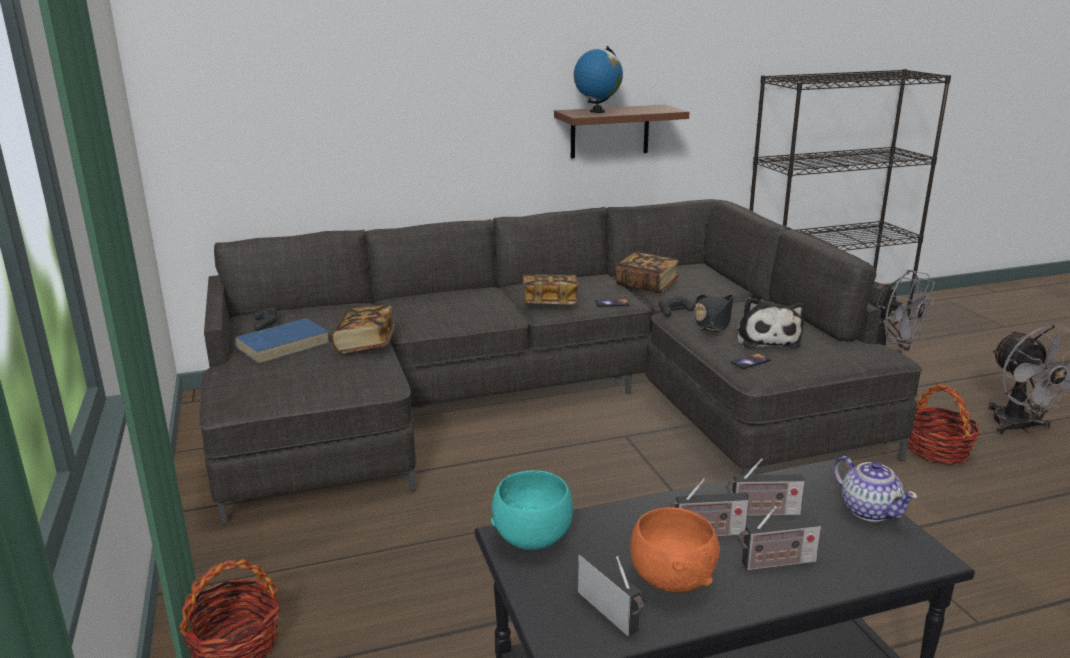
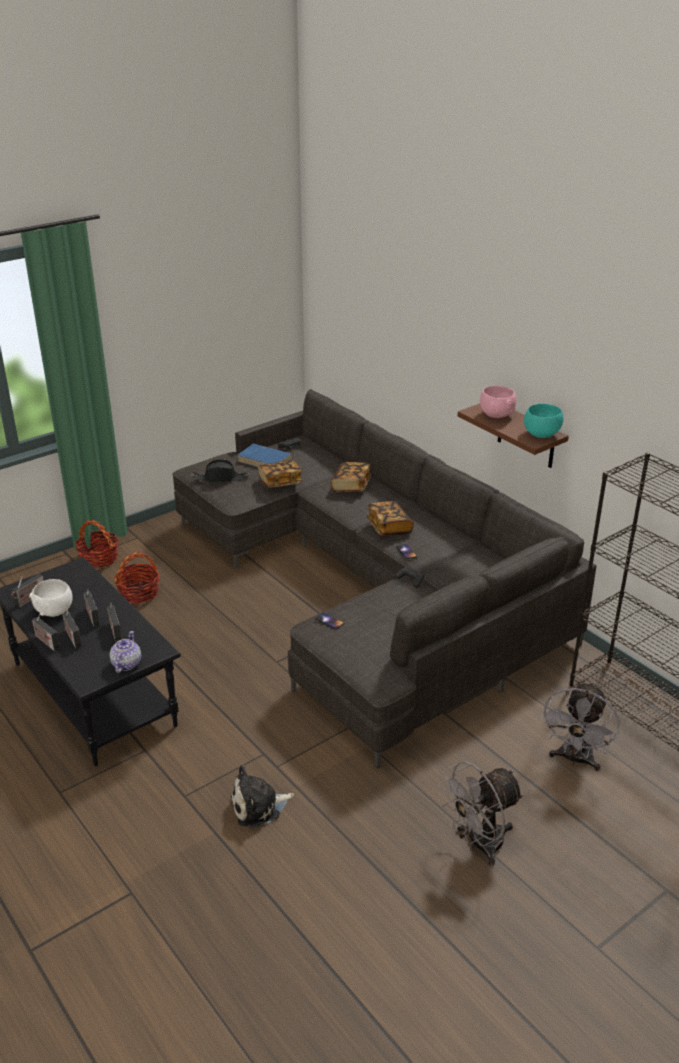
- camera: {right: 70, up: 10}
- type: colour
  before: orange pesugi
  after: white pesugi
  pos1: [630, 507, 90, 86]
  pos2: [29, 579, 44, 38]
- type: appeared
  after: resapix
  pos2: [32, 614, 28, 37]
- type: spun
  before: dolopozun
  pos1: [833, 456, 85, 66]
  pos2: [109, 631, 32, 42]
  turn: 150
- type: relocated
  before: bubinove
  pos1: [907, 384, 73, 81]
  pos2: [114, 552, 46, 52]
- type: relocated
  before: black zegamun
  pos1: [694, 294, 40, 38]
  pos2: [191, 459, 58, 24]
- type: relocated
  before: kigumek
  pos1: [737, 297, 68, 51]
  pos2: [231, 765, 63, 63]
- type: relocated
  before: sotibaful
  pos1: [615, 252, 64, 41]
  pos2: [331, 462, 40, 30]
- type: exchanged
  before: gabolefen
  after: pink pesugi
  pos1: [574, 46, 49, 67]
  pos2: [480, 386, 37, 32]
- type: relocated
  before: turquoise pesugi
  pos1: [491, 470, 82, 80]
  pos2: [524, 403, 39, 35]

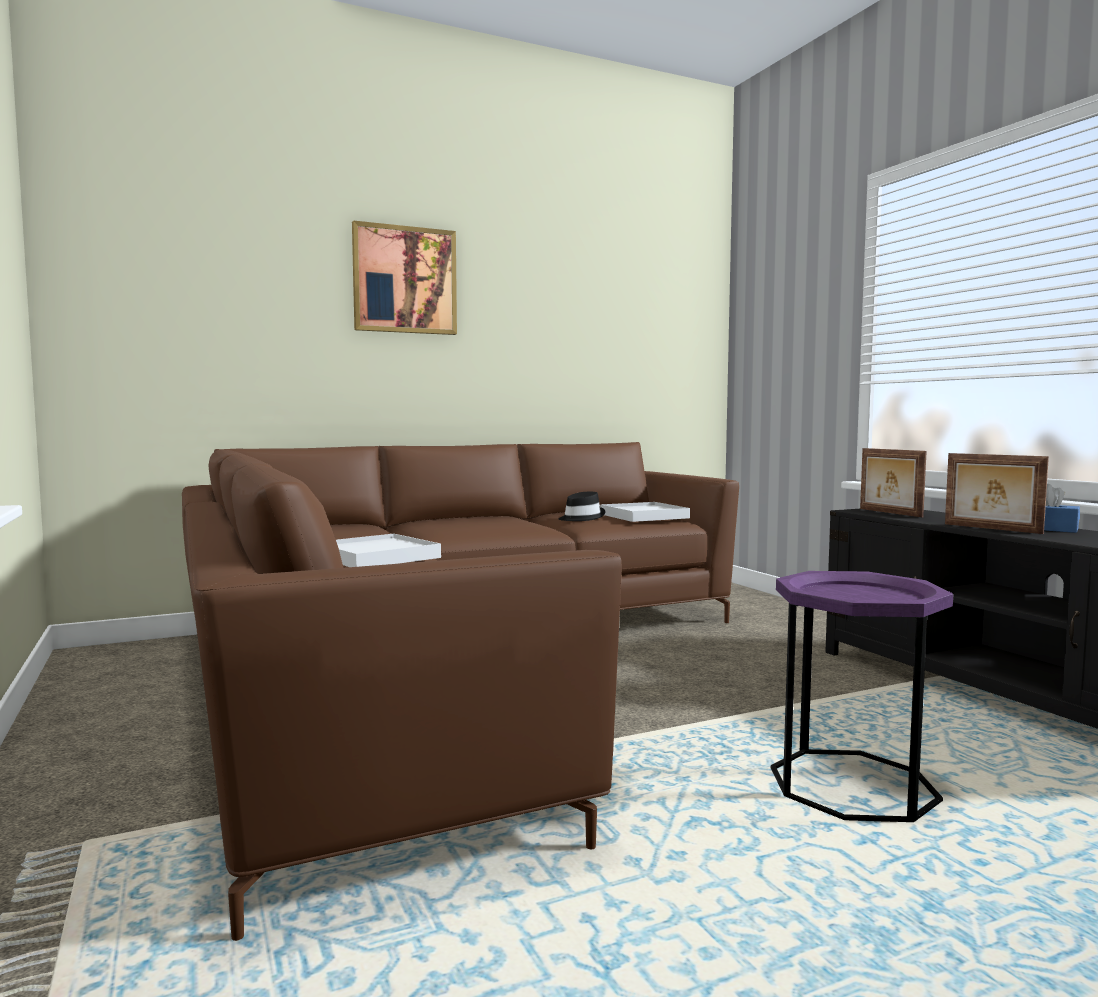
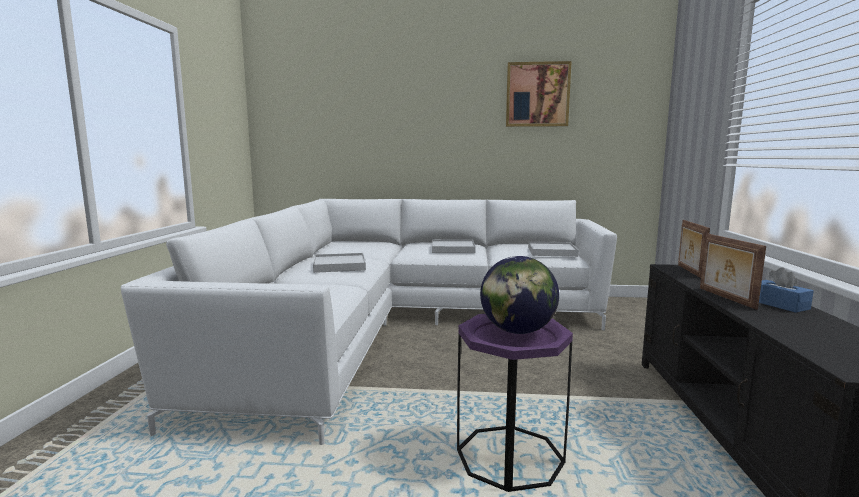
- camera: {right: 30, up: 5}
- type: colour
  before: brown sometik
  after: white sometik
  pos1: [182, 442, 557, 499]
  pos2: [121, 199, 496, 246]
- type: appeared
  after: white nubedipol
  pos2: [432, 239, 44, 14]
- type: appeared
  after: gabolefen
  pos2: [480, 256, 79, 78]
- type: relocated
  before: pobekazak
  pos1: [352, 220, 105, 115]
  pos2: [506, 61, 66, 66]
- type: missing
  before: black zegamun
  pos1: [558, 492, 48, 29]

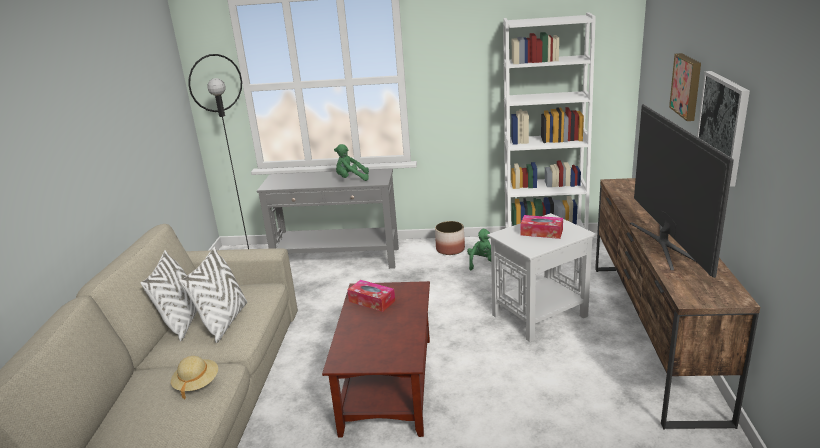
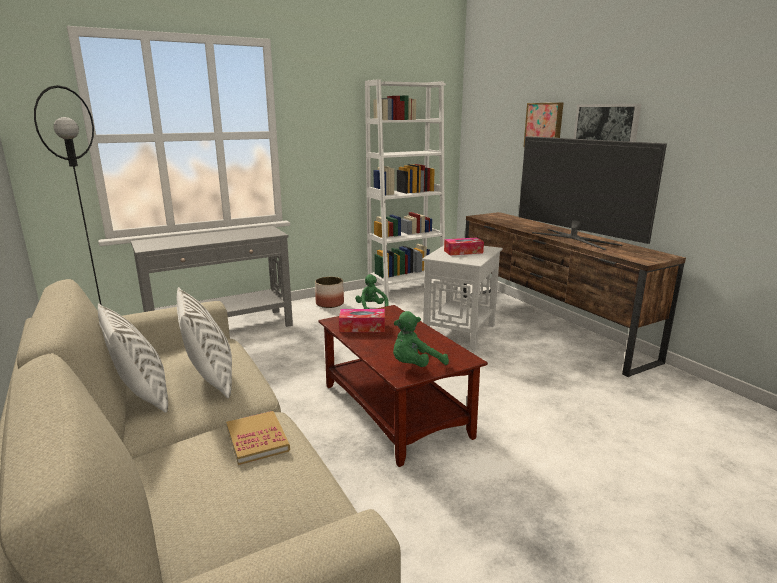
- camera: {right: -35, up: -5}
- type: exchanged
  before: beige zegamun
  after: sotibaful
  pos1: [171, 356, 47, 43]
  pos2: [226, 411, 64, 54]
- type: relocated
  before: green kigumek
  pos1: [334, 144, 35, 37]
  pos2: [393, 311, 56, 56]

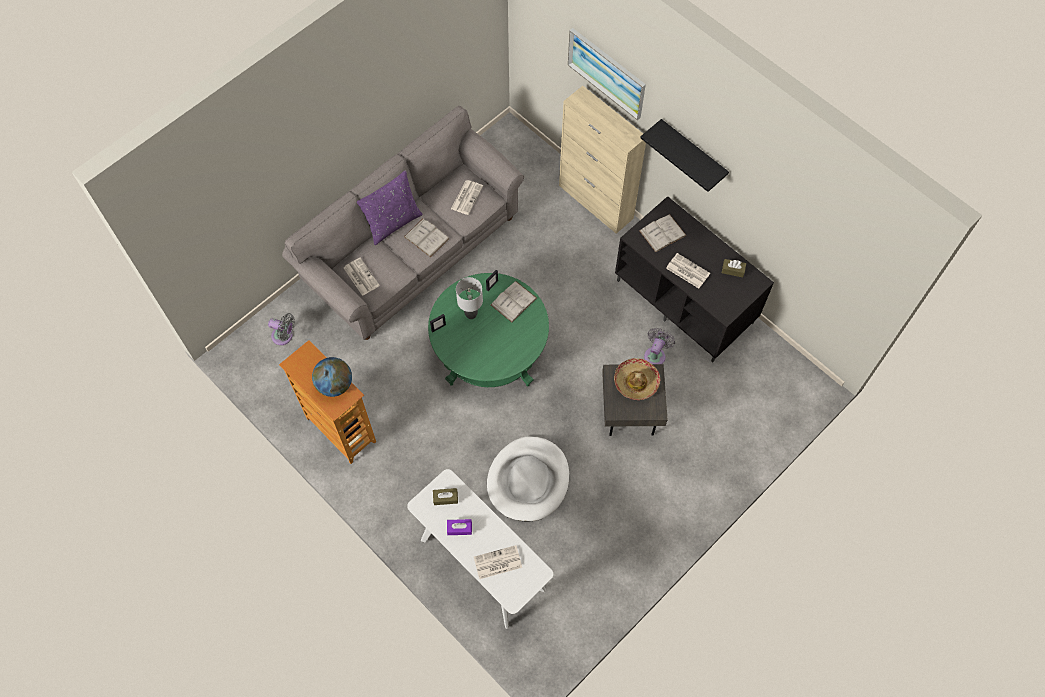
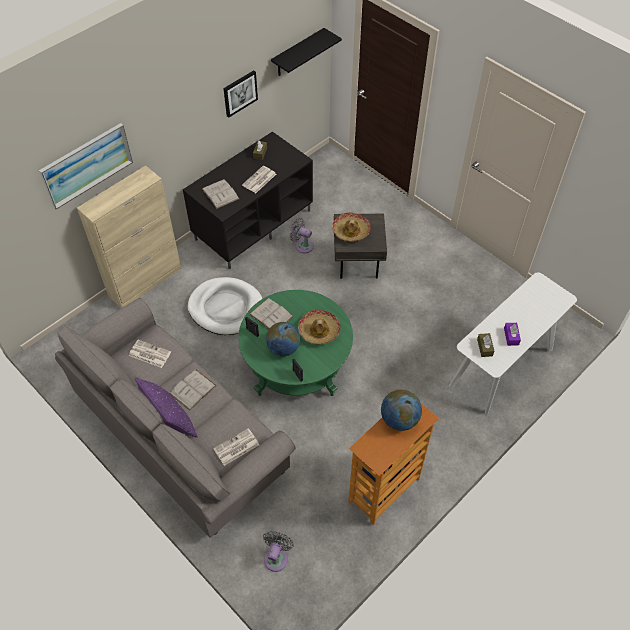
- camera: {right: -90, up: -10}
- type: relocated
  before: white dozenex
  pos1: [487, 436, 82, 85]
  pos2: [187, 277, 76, 58]
- type: appeared
  after: pobekazak
  pos2: [223, 70, 35, 48]
- type: exchanged
  before: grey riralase
  after: gabolefen
  pos1: [456, 277, 27, 42]
  pos2: [266, 322, 34, 34]
- type: relocated
  before: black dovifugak
  pos1: [640, 119, 89, 73]
  pos2: [271, 28, 71, 48]
- type: appeared
  after: zegamun
  pos2: [298, 309, 43, 36]
- type: missing
  before: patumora
  pos1: [474, 545, 48, 34]

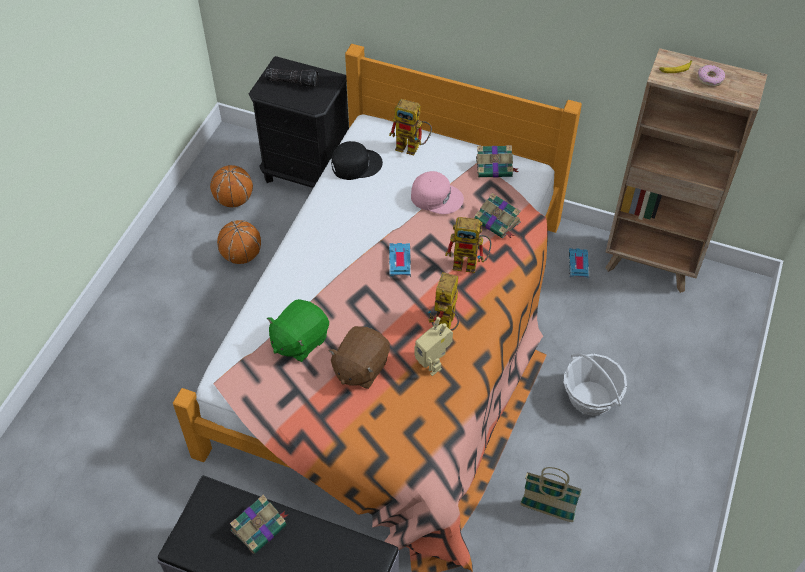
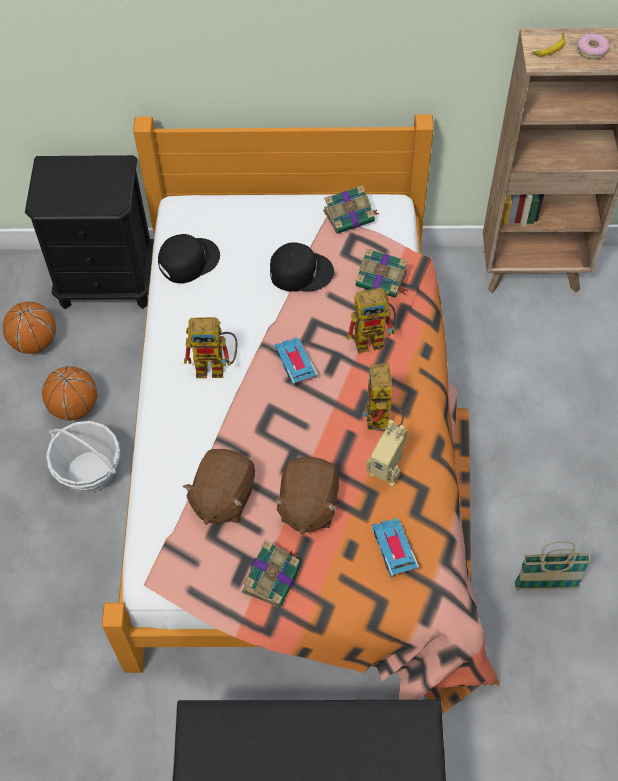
- camera: {right: -20, up: 5}
- type: relocated
  before: bubinove
  pos1: [564, 353, 63, 63]
  pos2: [46, 421, 74, 71]
- type: colour
  before: green kigumek
  after: brown kigumek
  pos1: [267, 299, 62, 63]
  pos2: [182, 449, 73, 76]
- type: relocated
  before: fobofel
  pos1: [389, 99, 43, 56]
  pos2: [184, 317, 53, 61]
- type: relocated
  before: sotibaful
  pos1: [230, 495, 59, 59]
  pos2: [242, 540, 59, 68]
- type: colour
  before: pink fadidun
  after: black fadidun
  pos1: [411, 171, 53, 43]
  pos2: [270, 242, 64, 49]
- type: relocated
  before: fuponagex
  pos1: [569, 248, 20, 31]
  pos2: [371, 518, 48, 59]
- type: missing
  before: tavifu
  pos1: [266, 68, 53, 19]

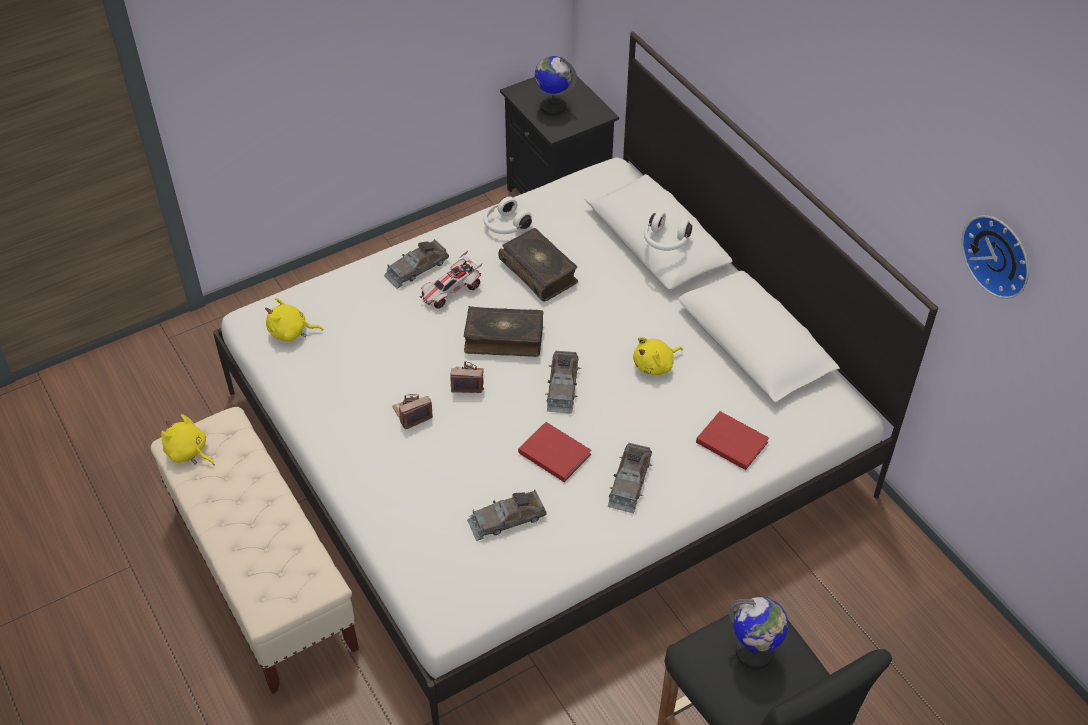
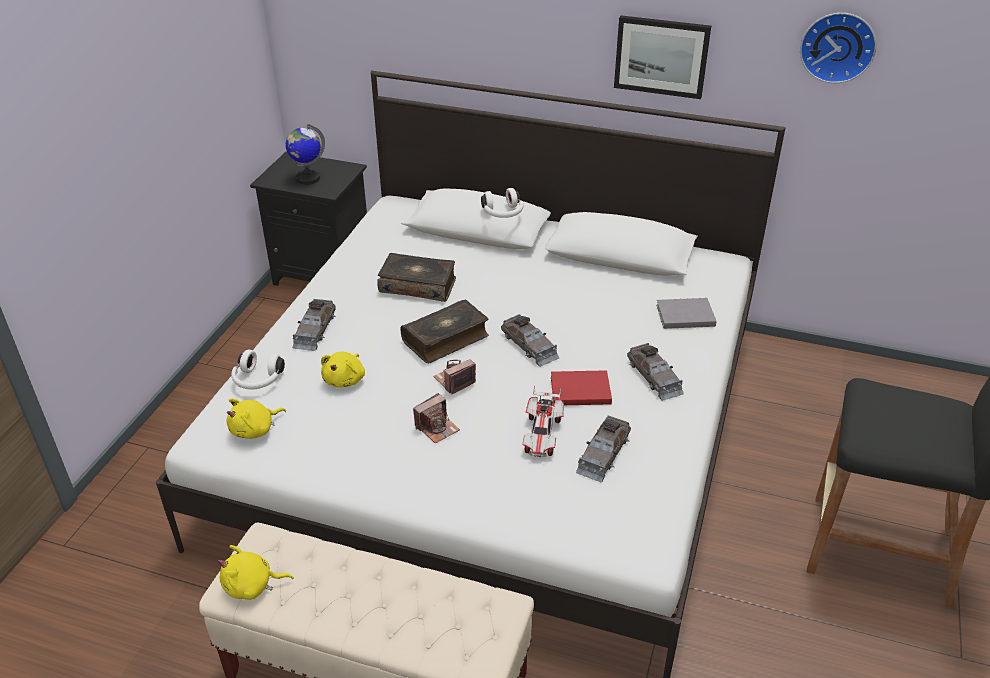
- camera: {right: -40, up: -10}
- type: relocated
  before: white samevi
  pos1: [483, 197, 49, 37]
  pos2: [231, 350, 54, 40]
- type: relocated
  before: yellow kigumek
  pos1: [633, 337, 50, 38]
  pos2: [321, 352, 44, 36]
- type: spun
  before: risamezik
  pos1: [392, 394, 41, 36]
  pos2: [413, 393, 47, 50]
  turn: -150
- type: relocated
  before: fuponagex
  pos1: [420, 251, 63, 58]
  pos2: [522, 386, 42, 71]
- type: appeared
  after: pobekazak
  pos2: [614, 15, 97, 84]
- type: colour
  before: red sotibaful
  after: grey sotibaful
  pos1: [696, 411, 73, 59]
  pos2: [656, 298, 61, 31]
- type: missing
  before: gabolefen
  pos1: [728, 597, 60, 73]

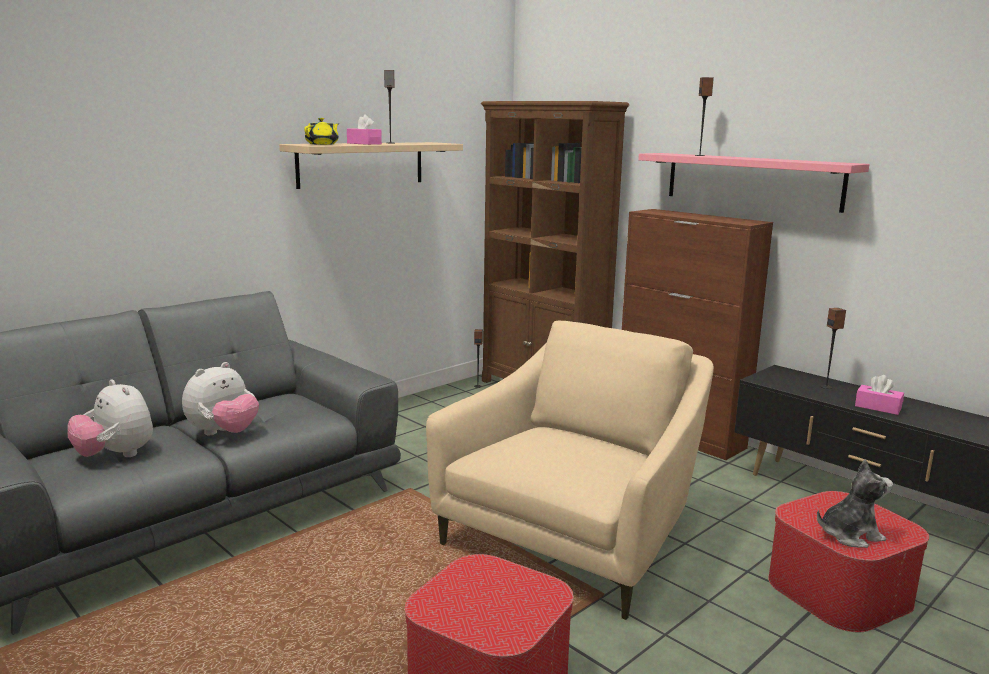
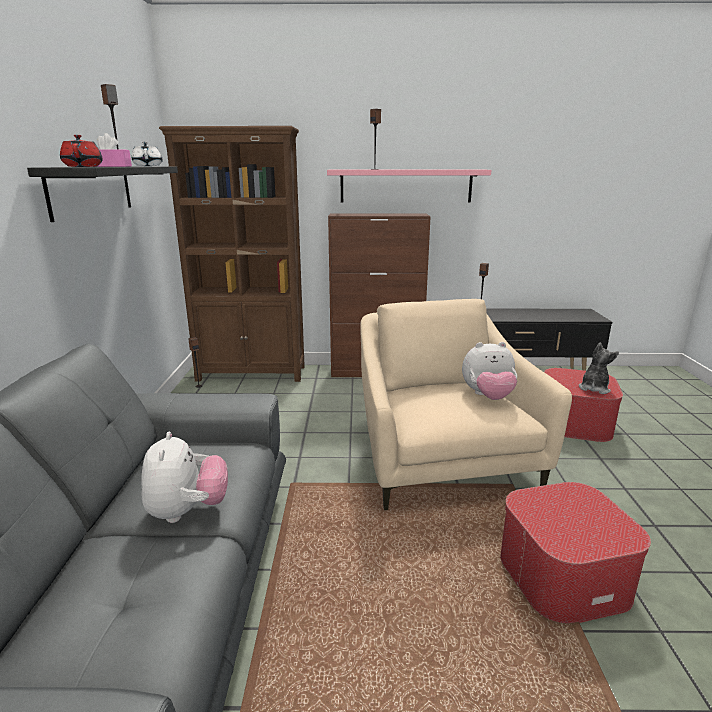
- camera: {right: -45, up: 5}
- type: colour
  before: beige dovifugak
  after: black dovifugak
  pos1: [279, 142, 184, 47]
  pos2: [27, 166, 151, 56]
- type: colour
  before: yellow dolopozun
  after: red dolopozun
  pos1: [304, 118, 35, 27]
  pos2: [60, 135, 43, 32]
- type: appeared
  after: white dolopozun
  pos2: [132, 142, 31, 24]
- type: relocated
  before: kigumek
  pos1: [67, 379, 86, 78]
  pos2: [462, 342, 55, 58]
- type: missing
  before: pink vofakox
  pos1: [855, 375, 49, 40]

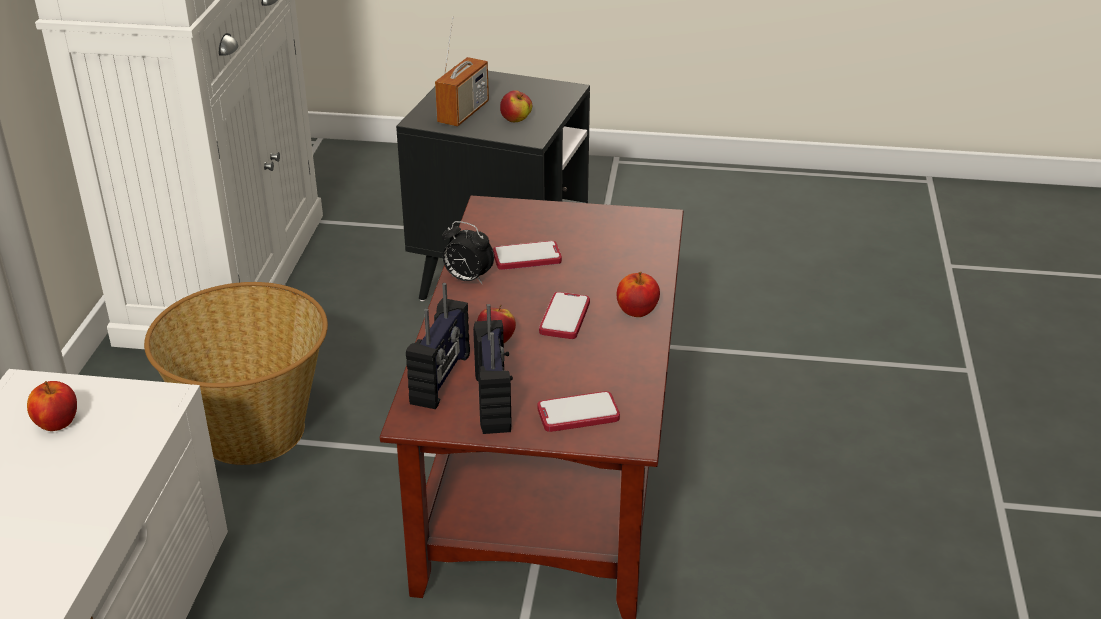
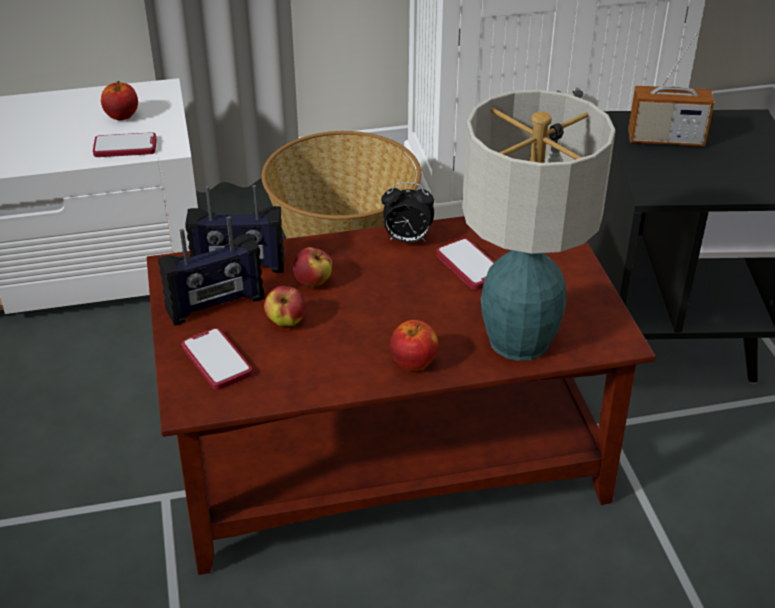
- camera: {right: 70, up: 5}
- type: relocated
  before: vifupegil
  pos1: [539, 292, 51, 47]
  pos2: [93, 132, 63, 25]
- type: relocated
  before: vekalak
  pos1: [500, 90, 32, 32]
  pos2: [264, 286, 42, 40]
- type: spun
  before: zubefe
  pos1: [442, 221, 52, 63]
  pos2: [381, 182, 53, 61]
  turn: -90
- type: appeared
  after: riralase
  pos2: [462, 90, 154, 271]

